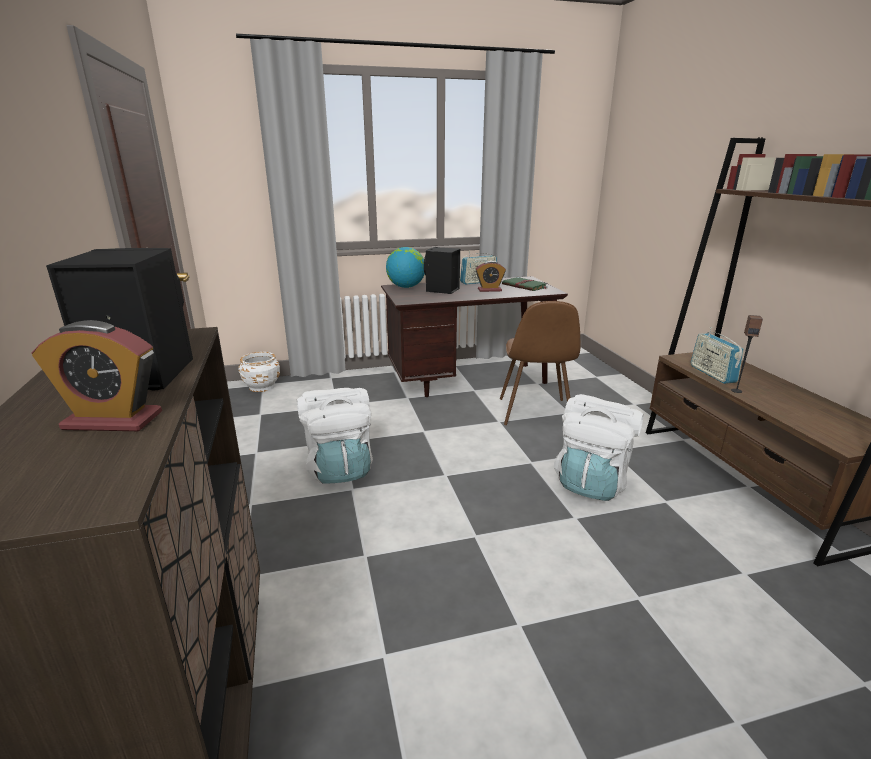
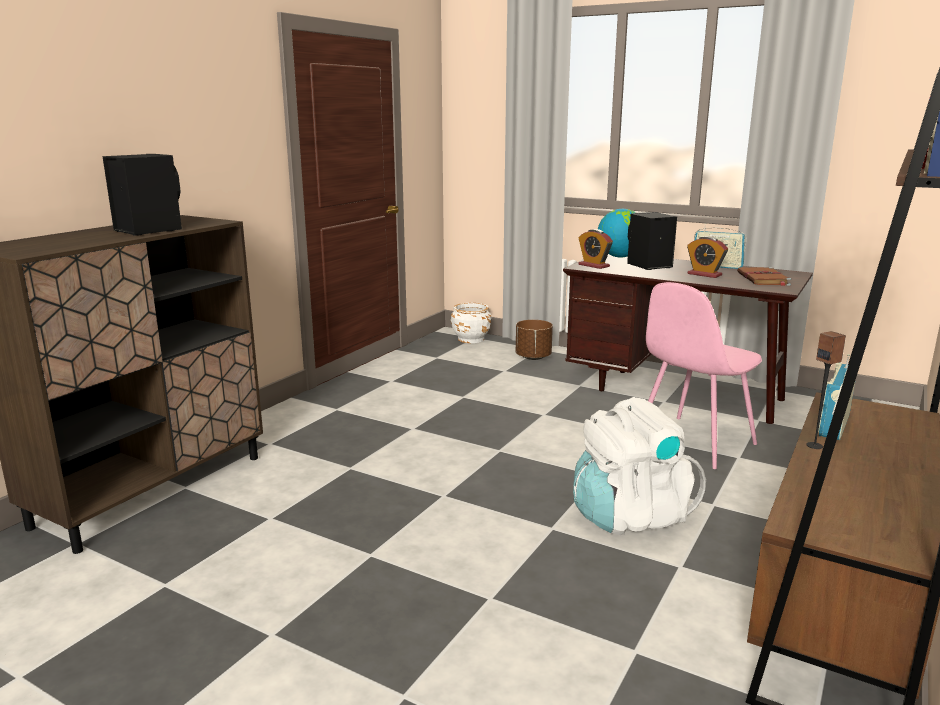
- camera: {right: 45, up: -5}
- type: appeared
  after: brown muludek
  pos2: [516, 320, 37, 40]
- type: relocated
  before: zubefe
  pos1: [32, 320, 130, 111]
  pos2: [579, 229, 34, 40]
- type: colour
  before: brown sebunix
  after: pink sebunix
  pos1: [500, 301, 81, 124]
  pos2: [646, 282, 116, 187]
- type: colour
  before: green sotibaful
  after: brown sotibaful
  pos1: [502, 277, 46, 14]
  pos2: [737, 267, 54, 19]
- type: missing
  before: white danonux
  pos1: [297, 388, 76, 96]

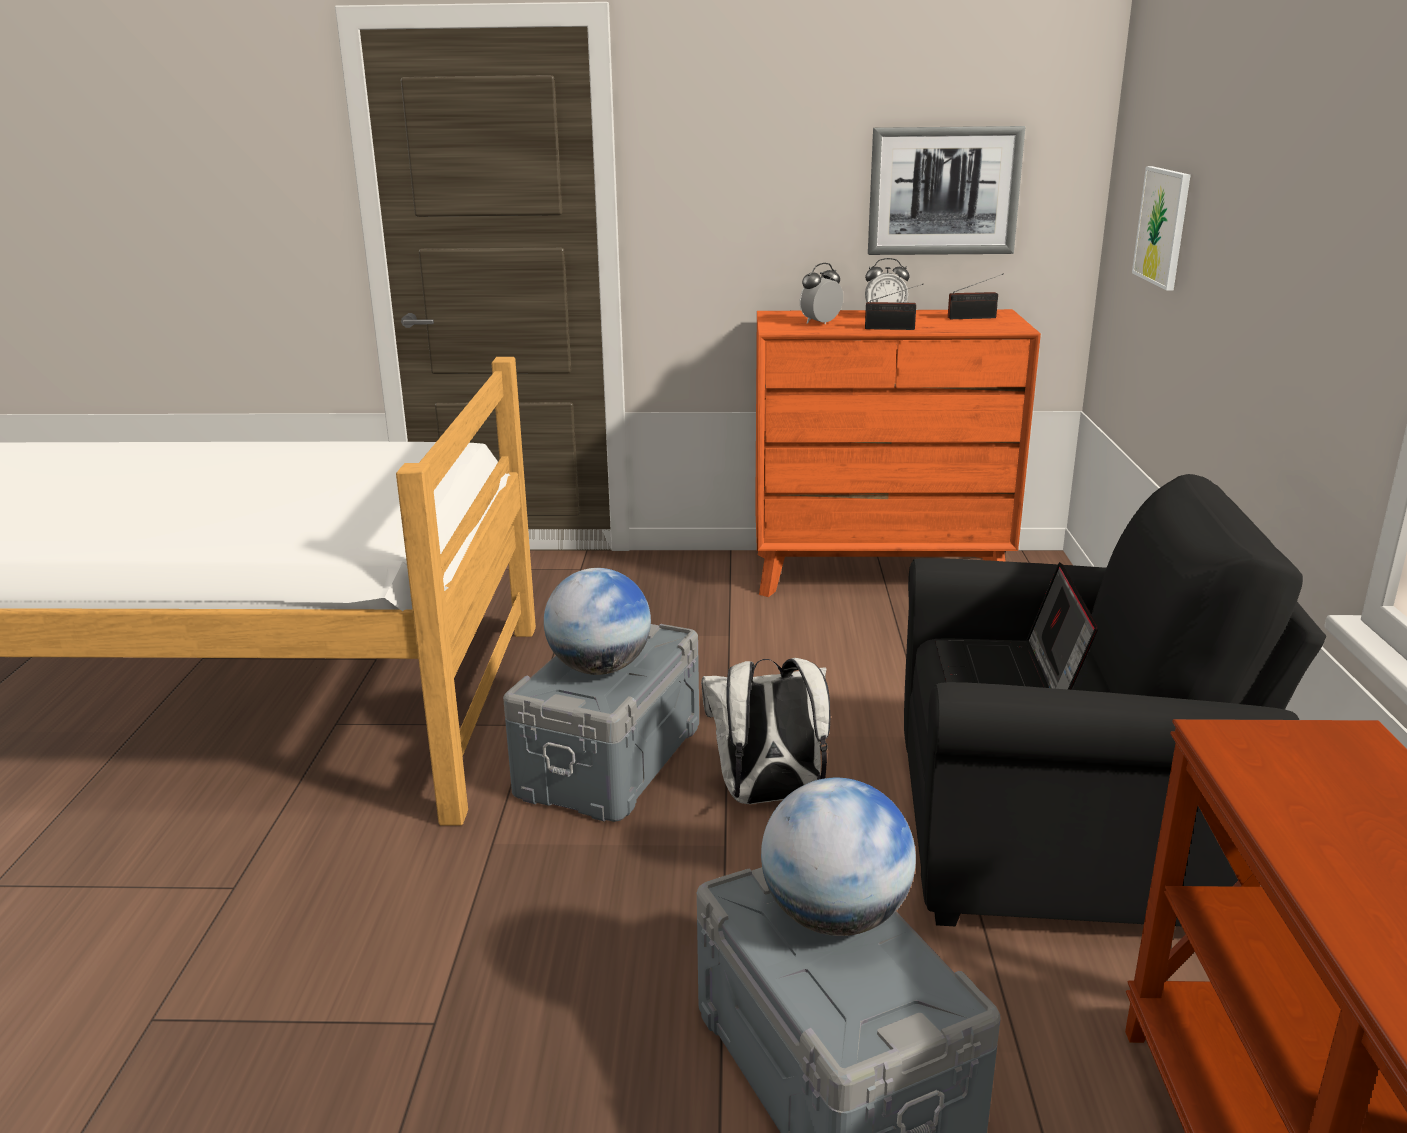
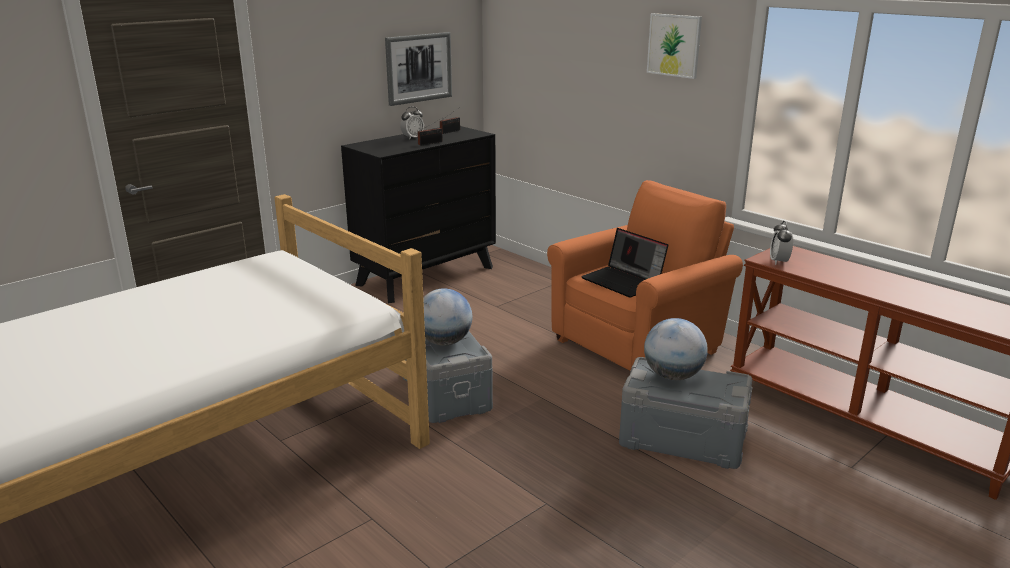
- camera: {right: -45, up: 0}
- type: colour
  before: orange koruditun
  after: black koruditun
  pos1: [755, 309, 286, 288]
  pos2: [341, 126, 155, 177]
- type: colour
  before: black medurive
  after: orange medurive
  pos1: [904, 474, 423, 452]
  pos2: [547, 180, 196, 191]
- type: relocated
  before: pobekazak
  pos1: [1132, 166, 58, 125]
  pos2: [647, 13, 55, 66]
- type: relocated
  before: zubefe
  pos1: [800, 263, 43, 61]
  pos2: [770, 221, 23, 44]
- type: missing
  before: white danonux
  pos1: [701, 658, 129, 146]

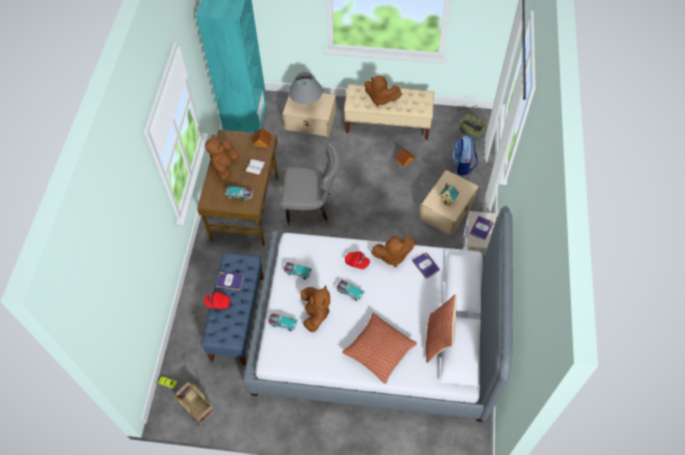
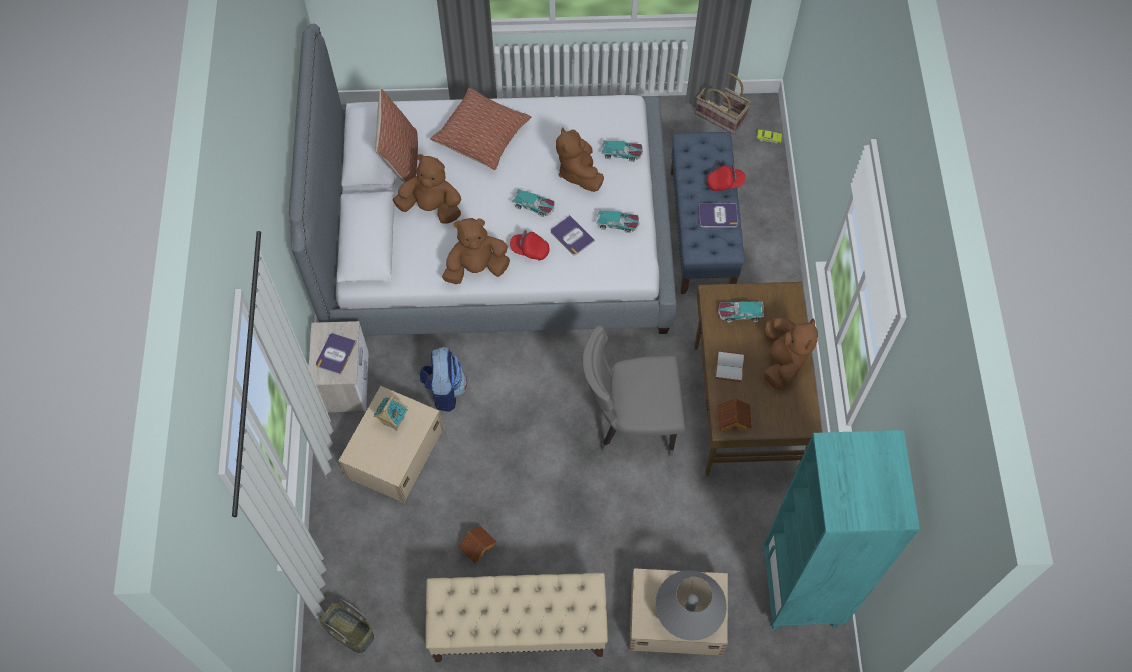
- camera: {right: 170, up: 5}
- type: relocated
  before: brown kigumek
  pos1: [364, 76, 38, 31]
  pos2: [393, 154, 68, 70]
- type: relocated
  before: danonux
  pos1: [451, 136, 27, 40]
  pos2: [420, 347, 47, 65]
- type: relocated
  before: sotibaful
  pos1: [412, 252, 28, 27]
  pos2: [551, 215, 44, 40]

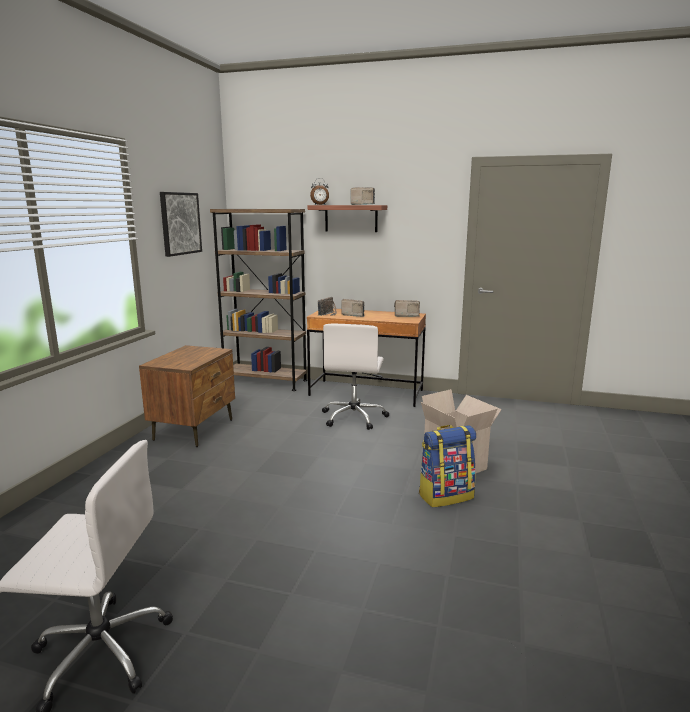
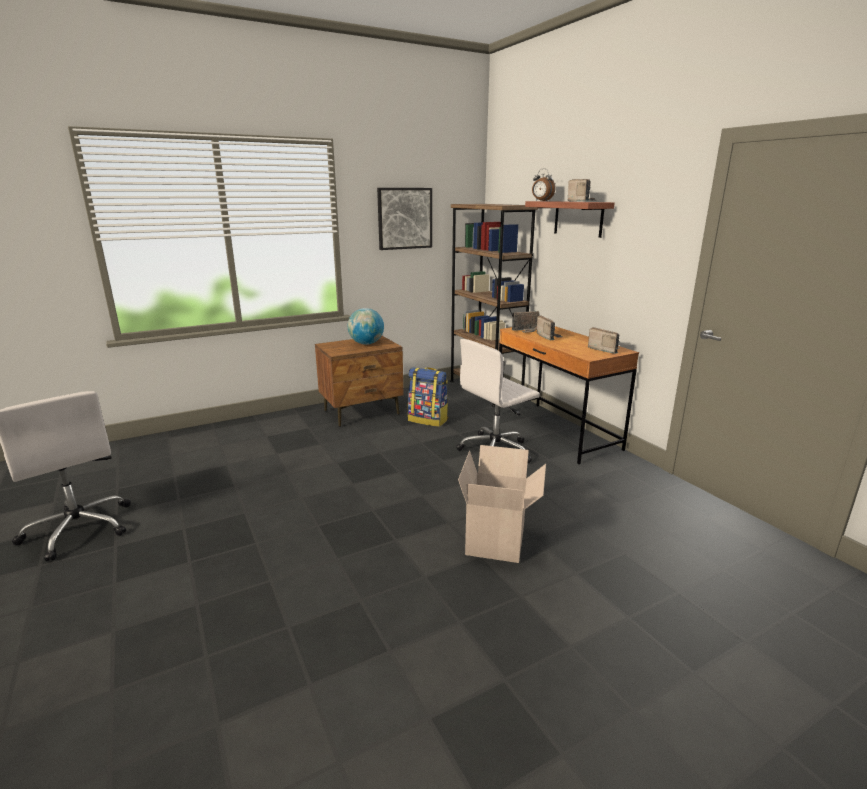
- camera: {right: 45, up: 5}
- type: appeared
  after: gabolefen
  pos2: [348, 308, 36, 37]
- type: relocated
  before: danonux
  pos1: [419, 425, 57, 82]
  pos2: [408, 367, 40, 60]

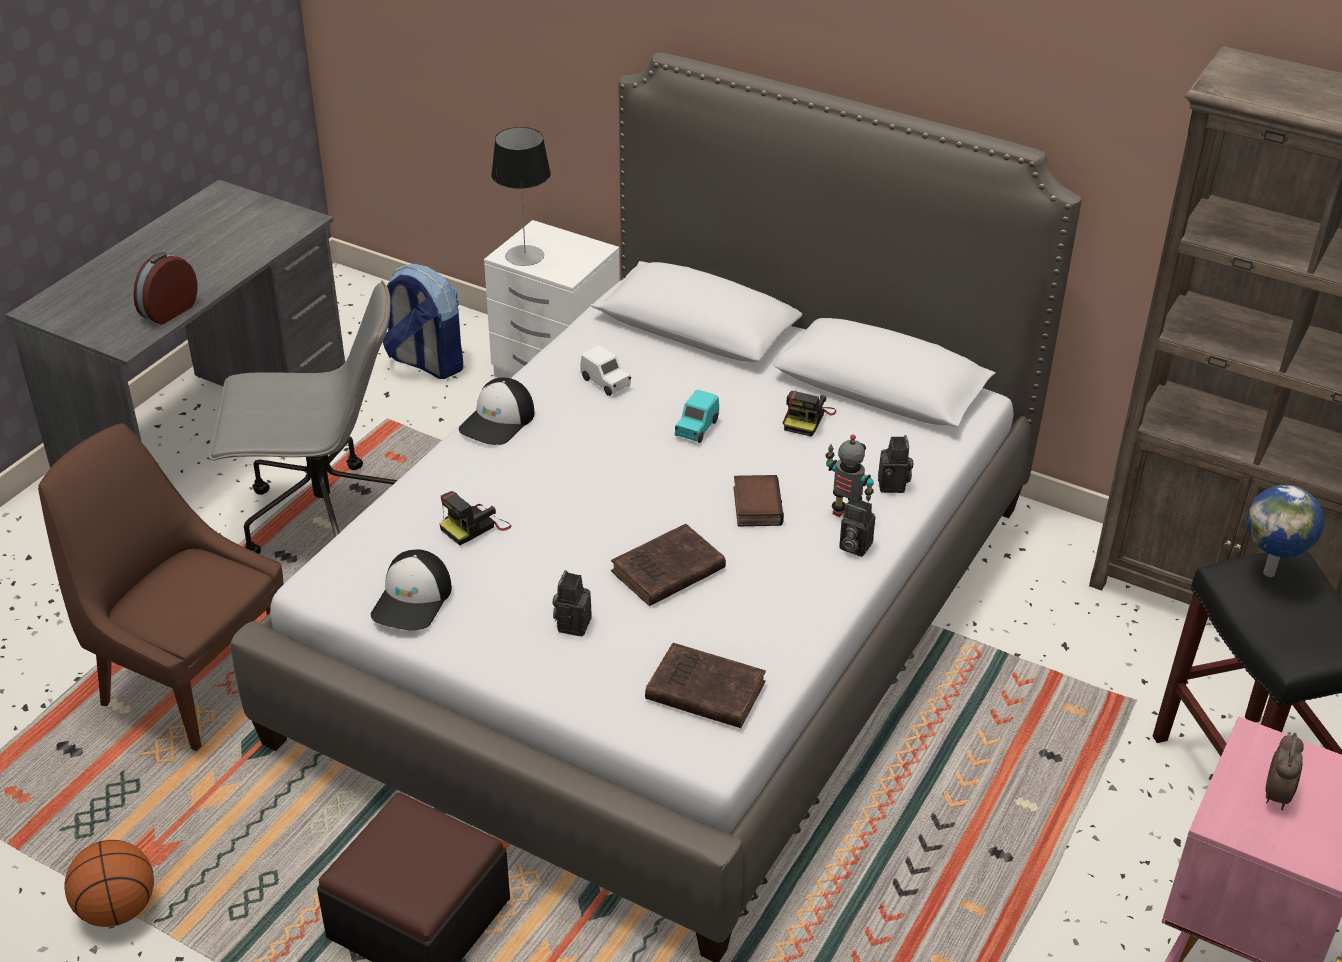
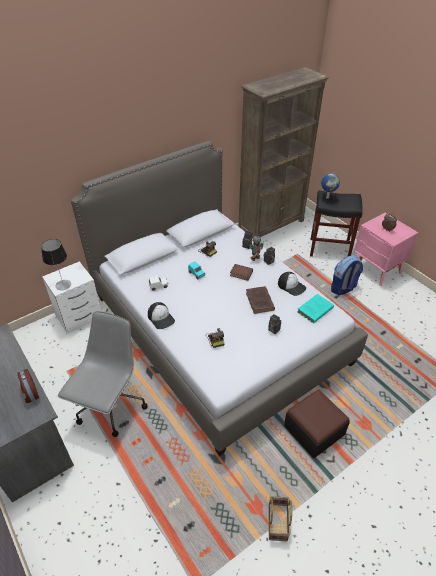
- camera: {right: -65, up: 5}
- type: exchanged
  before: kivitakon
  after: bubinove
  pos1: [65, 840, 89, 87]
  pos2: [269, 496, 23, 45]
- type: relocated
  before: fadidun
  pos1: [371, 549, 81, 82]
  pos2: [278, 272, 28, 24]
- type: colour
  before: brown sotibaful
  after: turquoise sotibaful
  pos1: [645, 643, 121, 85]
  pos2: [297, 294, 37, 30]
- type: relocated
  before: danonux
  pos1: [383, 264, 80, 115]
  pos2: [331, 255, 32, 40]
- type: missing
  before: brown sebunix
  pos1: [38, 423, 245, 328]

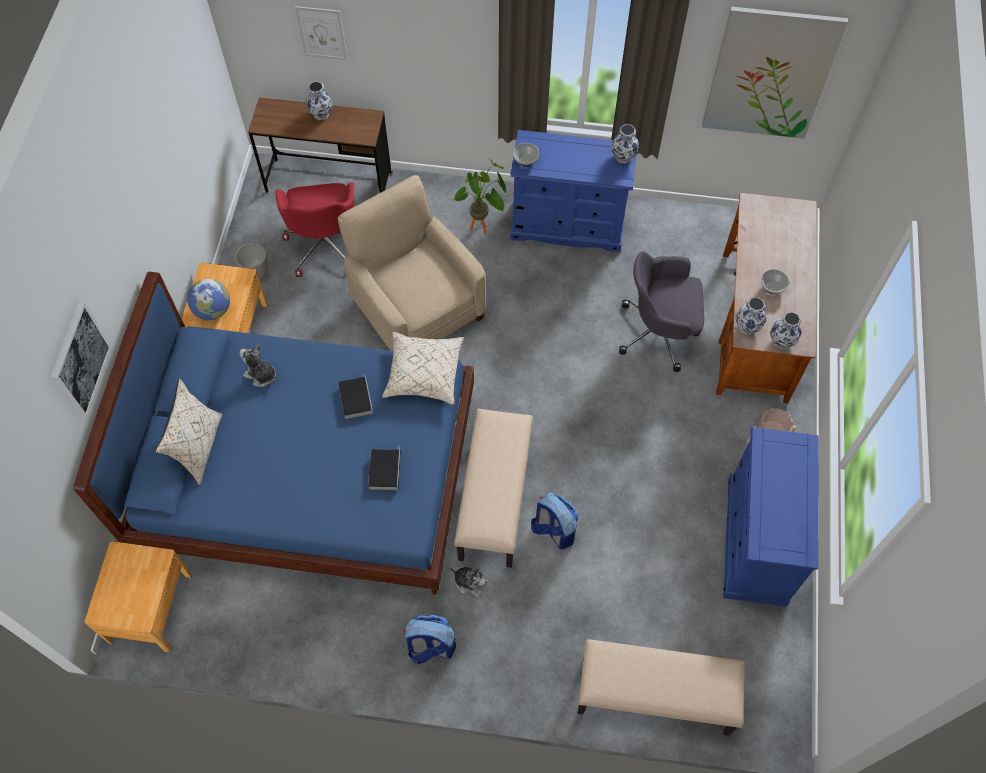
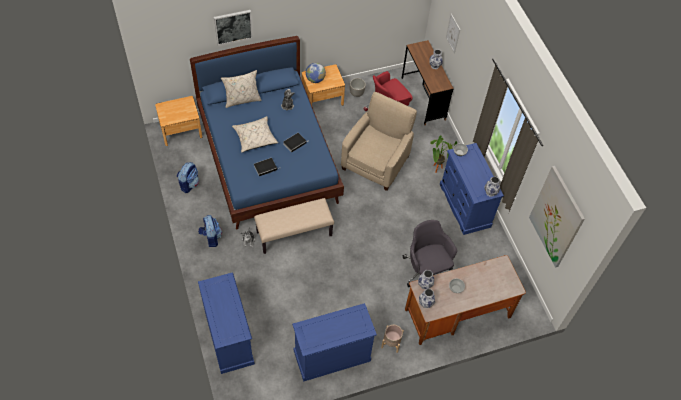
- camera: {right: 60, up: -5}
- type: relocated
  before: danonux
  pos1: [531, 493, 48, 56]
  pos2: [177, 162, 22, 31]
- type: exchanged
  before: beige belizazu
  after: blue koruditun
  pos1: [578, 639, 167, 96]
  pos2: [198, 273, 57, 101]
- type: relocated
  before: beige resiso
  pos1: [382, 332, 82, 73]
  pos2: [232, 116, 46, 36]

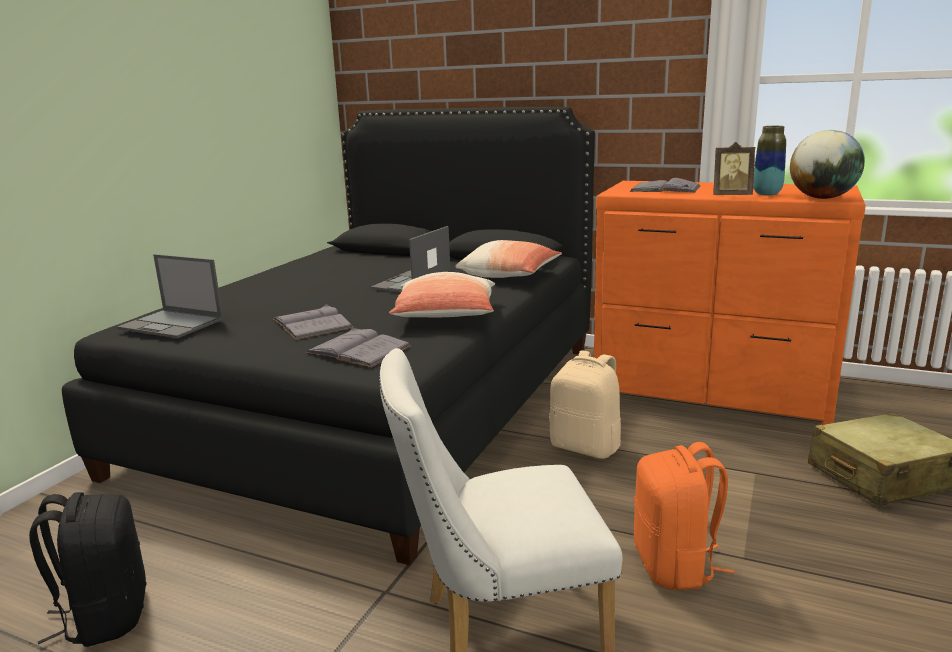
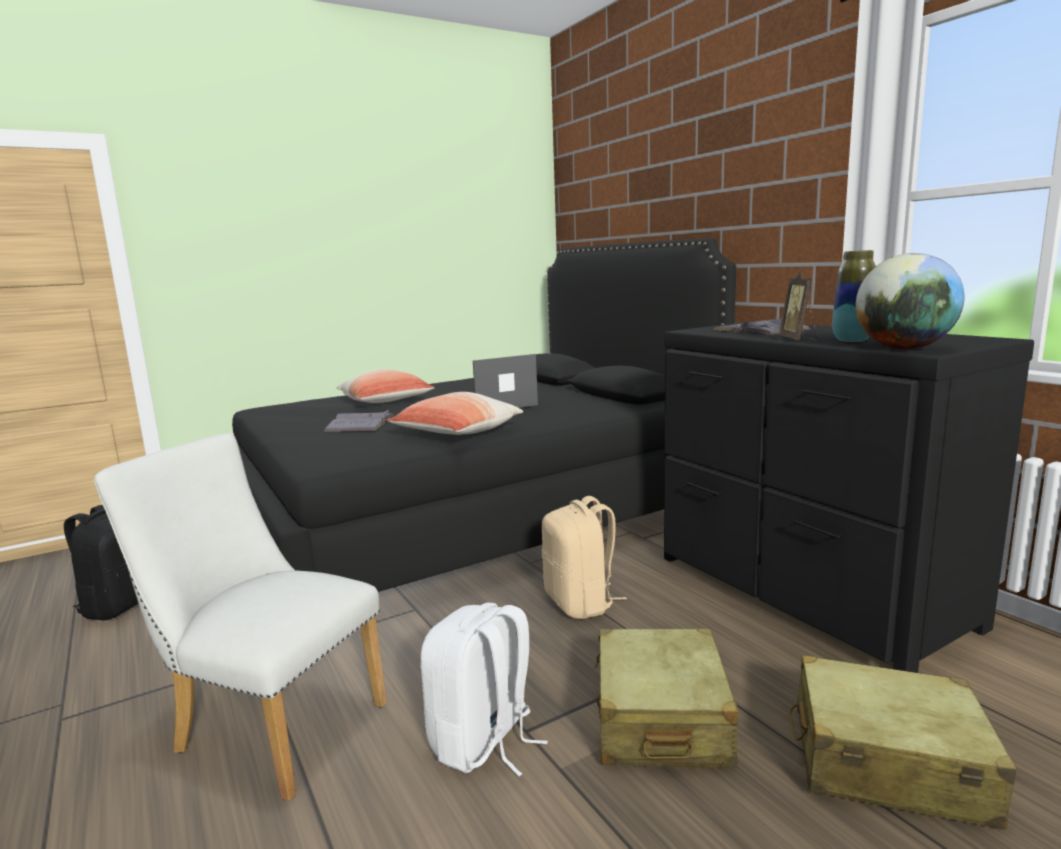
- camera: {right: 35, up: -5}
- type: relocated
  before: resiso
  pos1: [455, 240, 107, 38]
  pos2: [337, 369, 97, 34]
- type: colour
  before: orange danonux
  after: white danonux
  pos1: [634, 442, 100, 148]
  pos2: [421, 603, 127, 173]
- type: appeared
  after: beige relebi
  pos2: [594, 628, 145, 140]
- type: colour
  before: orange koruditun
  after: black koruditun
  pos1: [594, 181, 272, 244]
  pos2: [664, 321, 370, 352]
- type: spun
  before: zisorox
  pos1: [713, 142, 42, 53]
  pos2: [779, 271, 39, 70]
  turn: 45
- type: missing
  before: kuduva
  pos1: [117, 254, 106, 84]
- type: missing
  before: grey sotibaful
  pos1: [305, 327, 106, 41]

